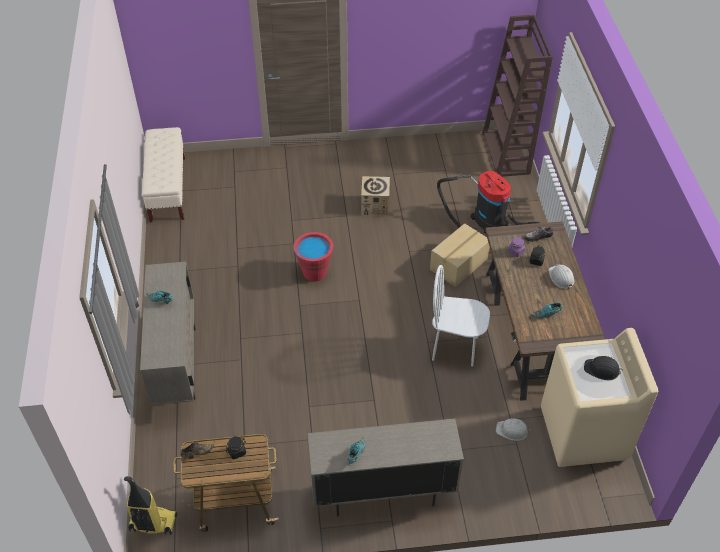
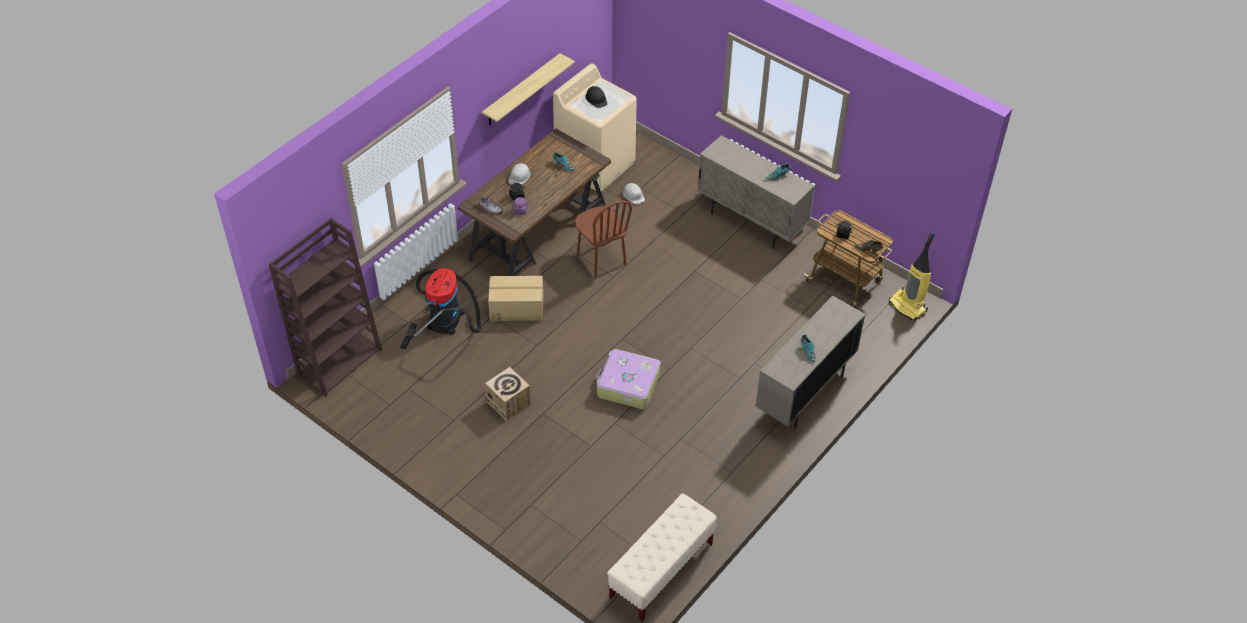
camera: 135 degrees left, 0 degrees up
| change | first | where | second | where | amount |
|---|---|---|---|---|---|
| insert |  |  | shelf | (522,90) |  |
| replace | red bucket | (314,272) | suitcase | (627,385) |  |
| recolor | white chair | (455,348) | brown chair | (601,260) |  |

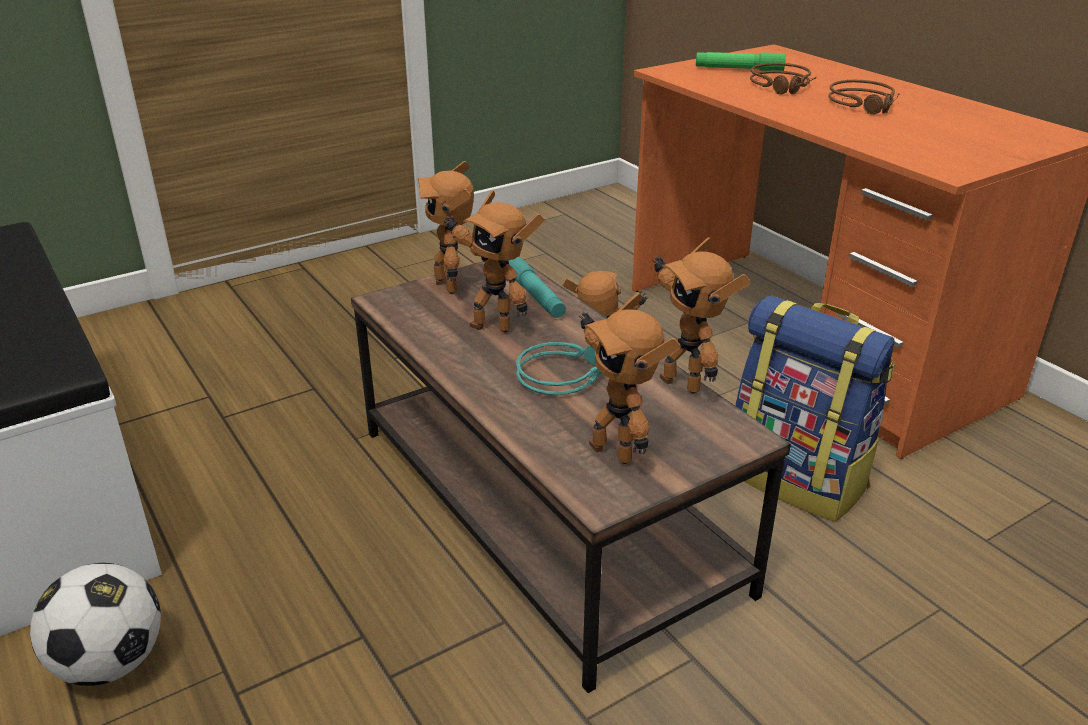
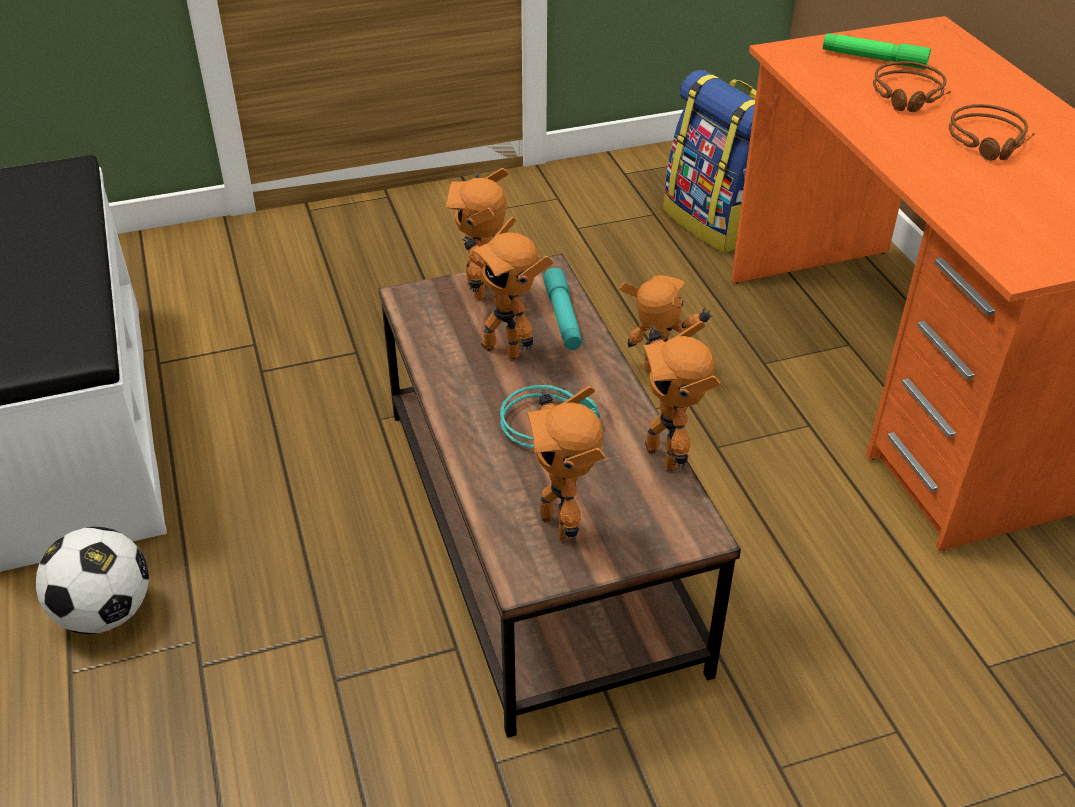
camera: 15 degrees right, 10 degrees up
| change | first | where | second | where | amount |
|---|---|---|---|---|---|
| move | backpack | (798,479) |  | (715,223) |  |

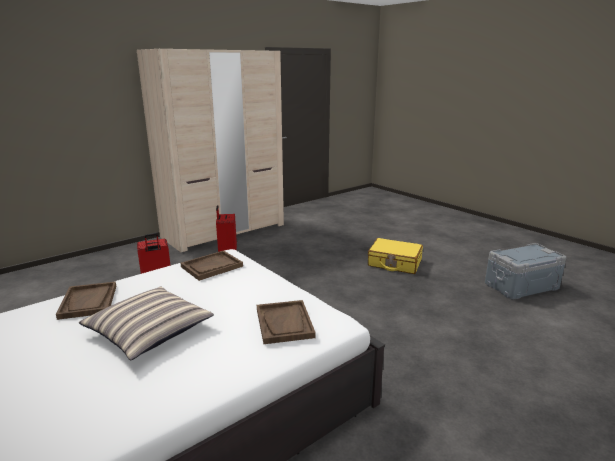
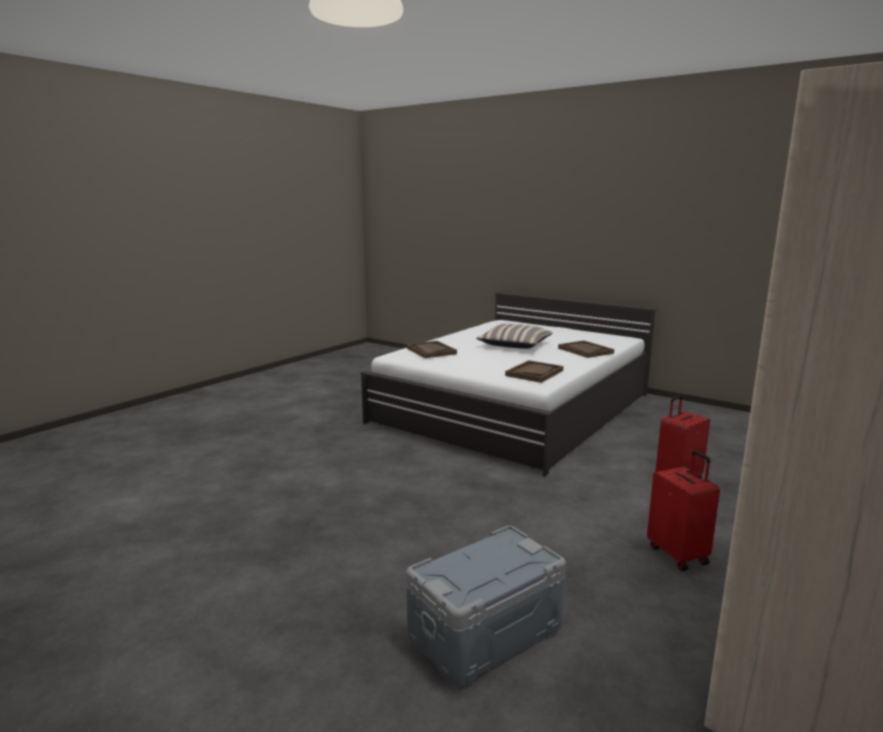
camera: 165 degrees right, 5 degrees down
| change | first | where | second | where | amount |
|---|---|---|---|---|---|
| delete | yellow suitcase | (394,263) |  |  |  |
| move | grey storage box | (520,286) |  | (486,634) |  |

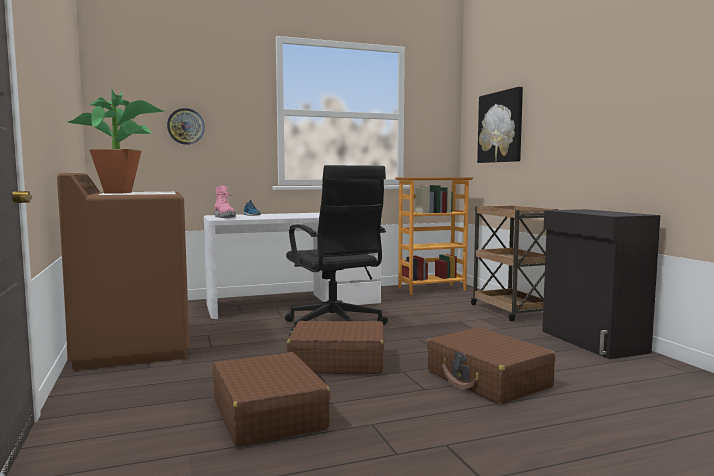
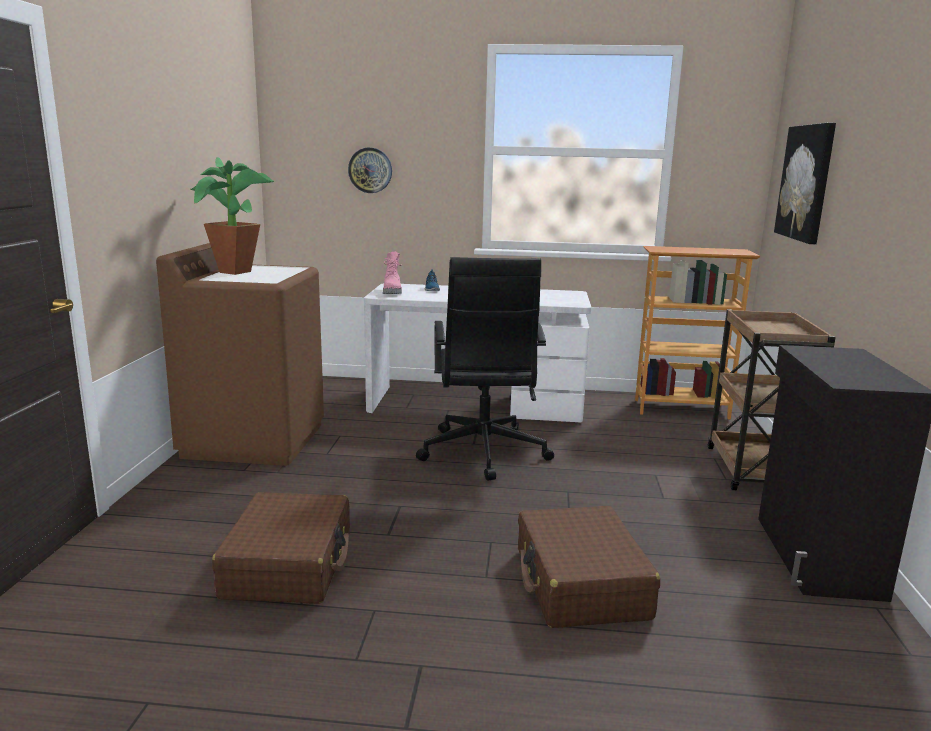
camera: 25 degrees right, 10 degrees up
| change | first | where | second | where | amount |
|---|---|---|---|---|---|
| delete | brown suitcase | (337,362) |  |  |  |

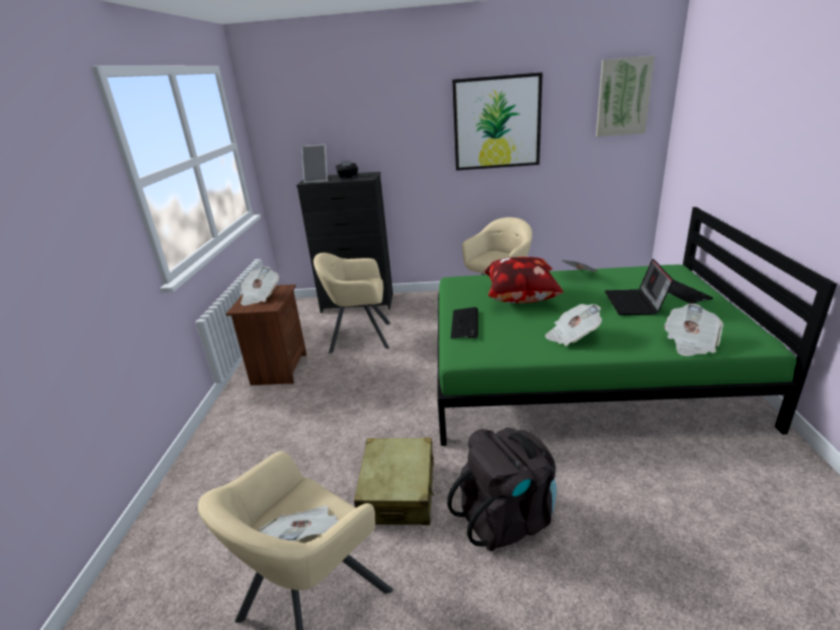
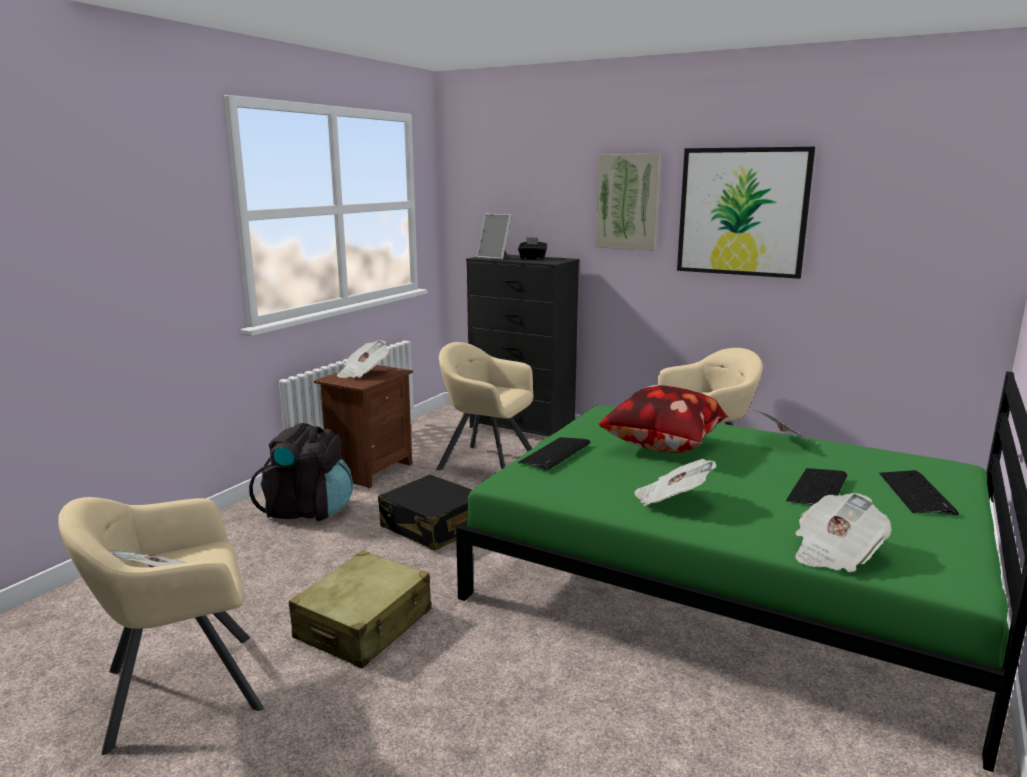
camera: 25 degrees right, 10 degrees down
| change | first | where | second | where | amount |
|---|---|---|---|---|---|
| insert |  |  | black suitcase | (433,527) |  |
| move | black backpack | (507,518) |  | (308,510) |  |
| move | picture | (623,97) |  | (628,202) |  |
| replace | laptop | (635,303) | keyboard | (818,489) |  |

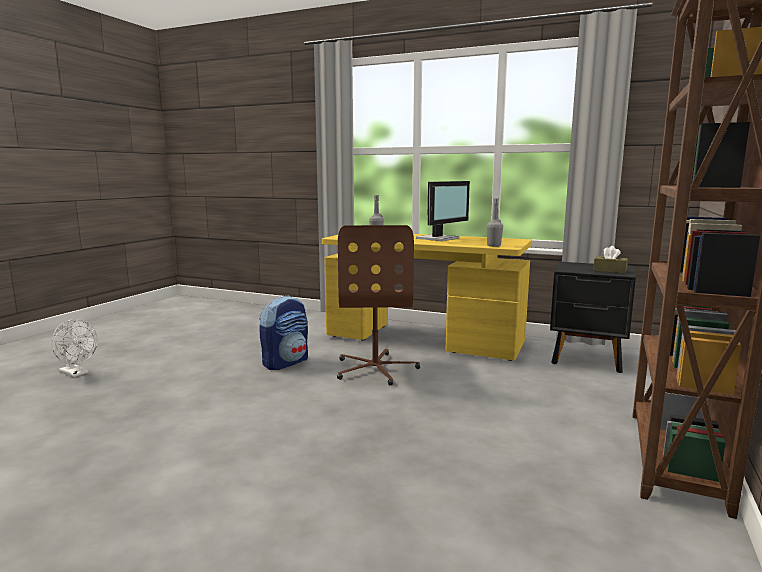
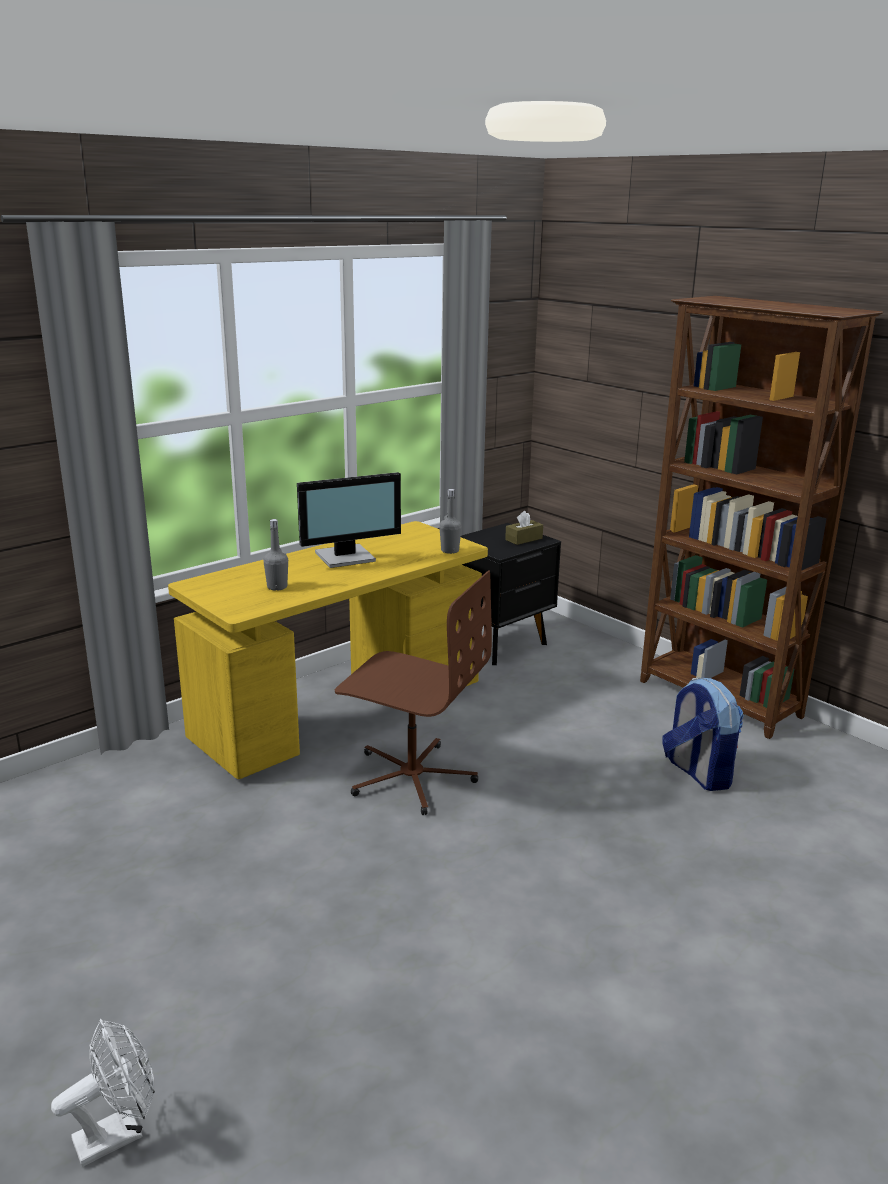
camera: 65 degrees left, 10 degrees up
| change | first | where | second | where | amount |
|---|---|---|---|---|---|
| move | backpack | (286,362) |  | (697,772) |  |
| rotate | monitor | (439,238) |  | (347,557) | 90 degrees clockwise |

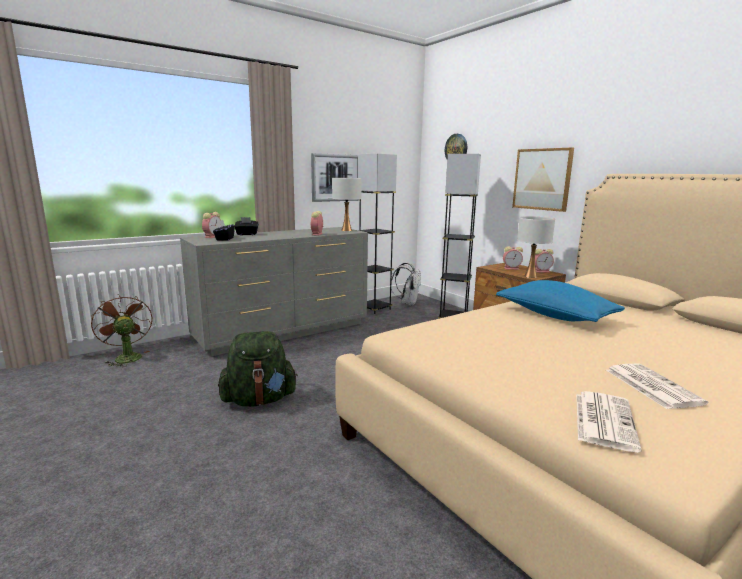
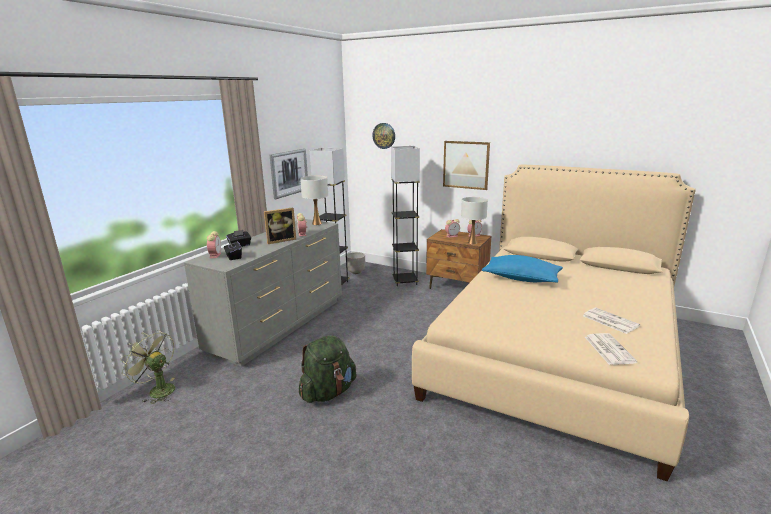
camera: 25 degrees left, 5 degrees up
| change | first | where | second | where | amount |
|---|---|---|---|---|---|
| insert |  |  | picture frame | (280,240) |  |
| replace | white backpack | (407,303) | planter | (355,272) |  |
| recolor | brown fan | (126,357) | green fan | (157,390) |  |

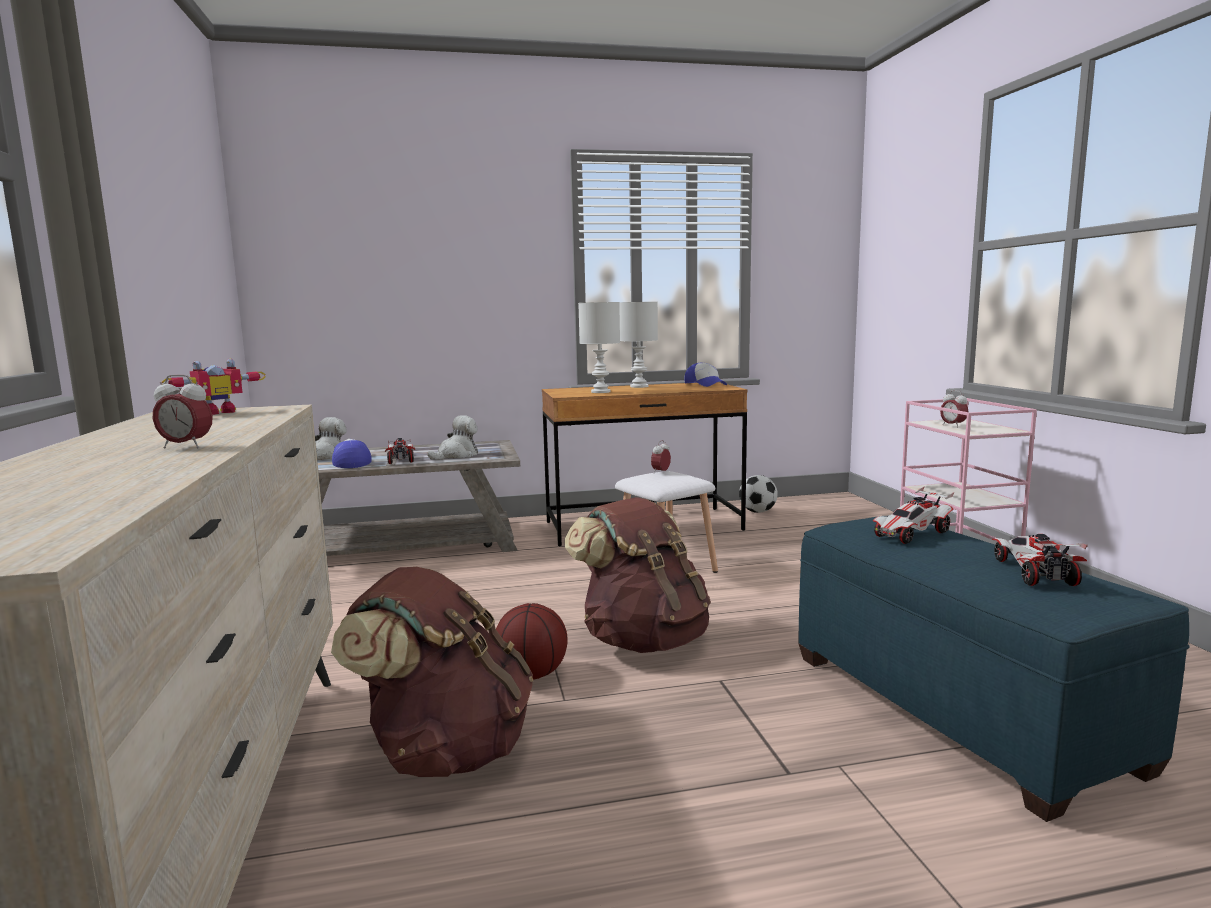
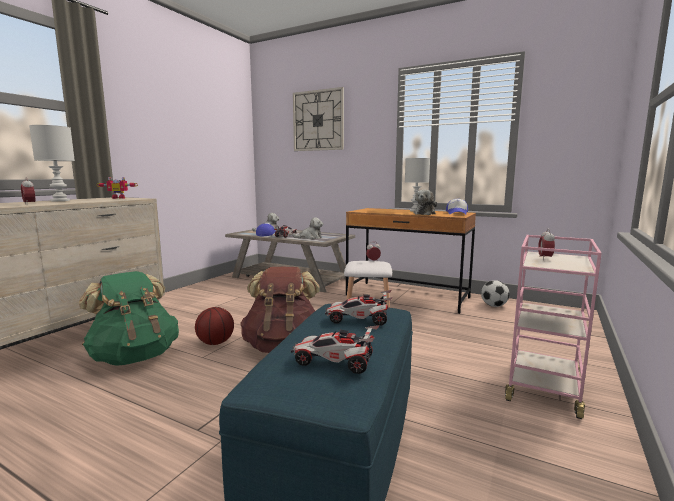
camera: 40 degrees right, 0 degrees up
| change | first | where | second | where | amount |
|---|---|---|---|---|---|
| insert |  |  | wall clock | (318,120) |  |
| insert |  |  | plush toy | (425,213) |  |
| move | white table lamp | (601,392) |  | (59,200) |  |
| recolor | brown backpack | (445,751) | green backpack | (135,357) |  |
| rotate | toy car | (1032,573) |  | (334,362) | 120 degrees counterclockwise |

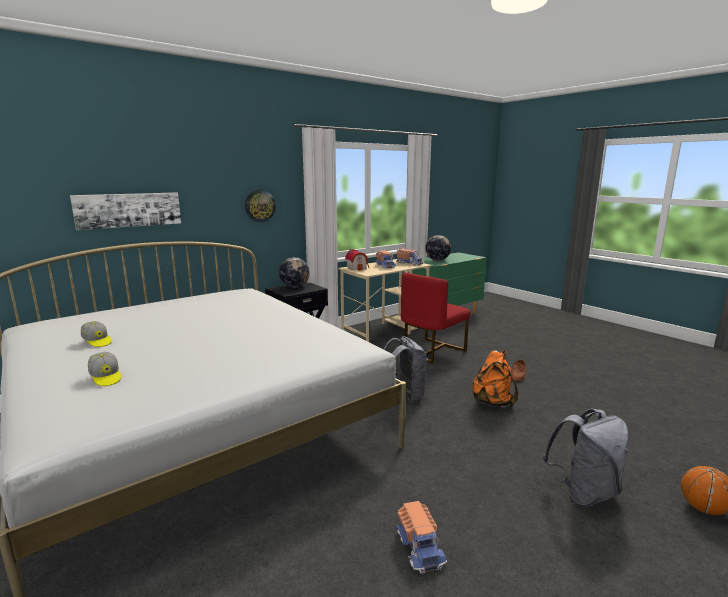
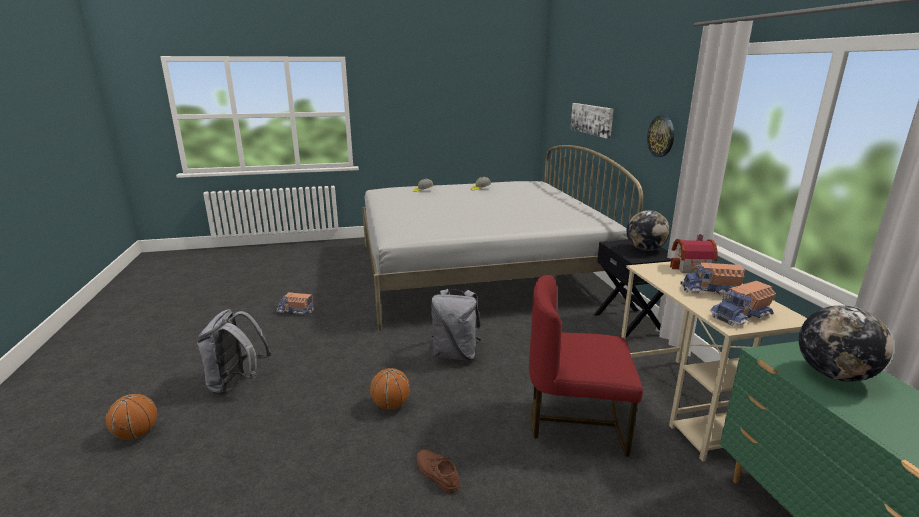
camera: 115 degrees right, 5 degrees up
| change | first | where | second | where | amount |
|---|---|---|---|---|---|
| replace | orange backpack | (492,403) | basketball | (391,405) |  |
| rotate | red chair | (431,351) |  | (576,421) | 60 degrees counterclockwise |

